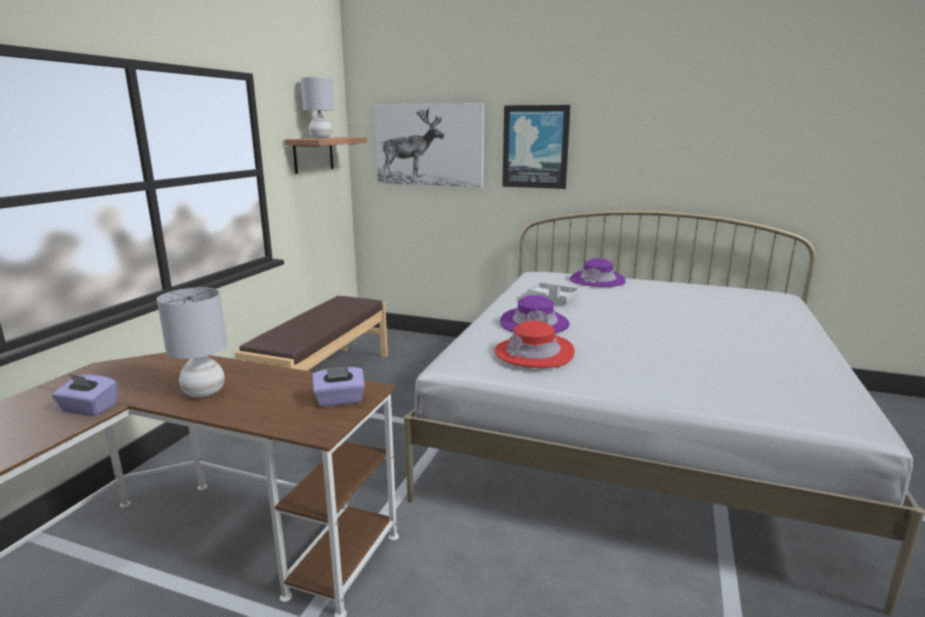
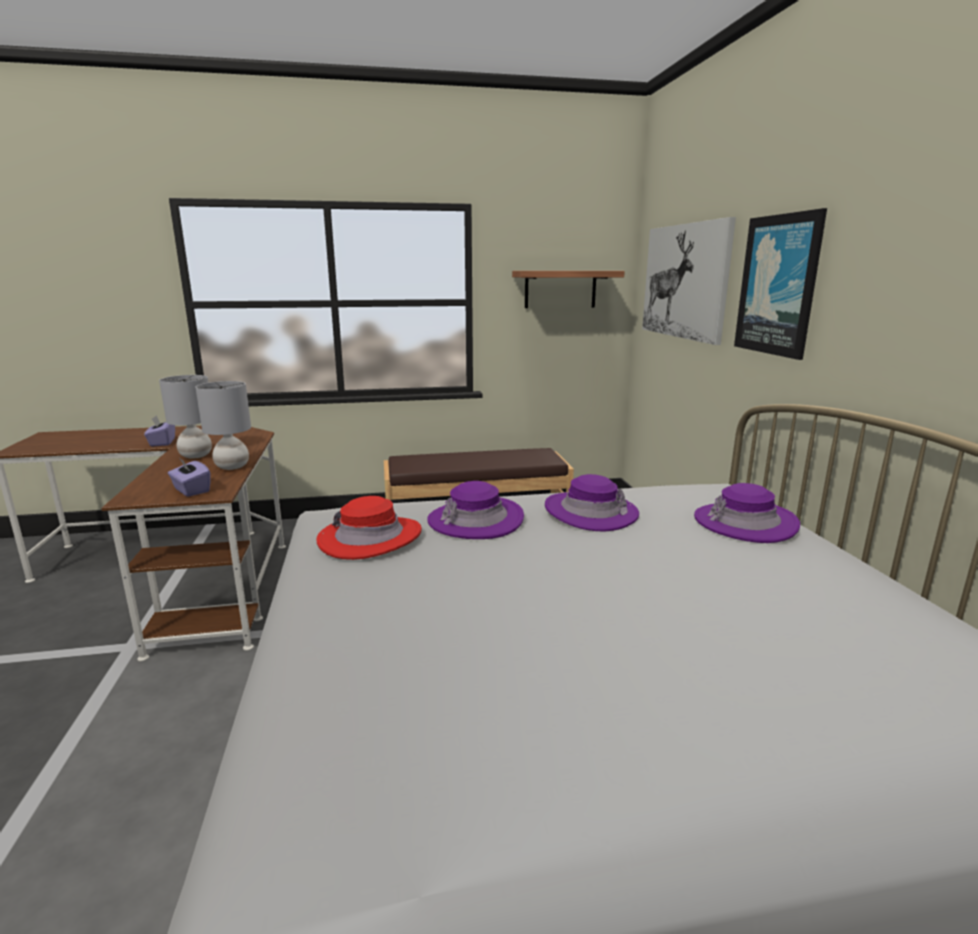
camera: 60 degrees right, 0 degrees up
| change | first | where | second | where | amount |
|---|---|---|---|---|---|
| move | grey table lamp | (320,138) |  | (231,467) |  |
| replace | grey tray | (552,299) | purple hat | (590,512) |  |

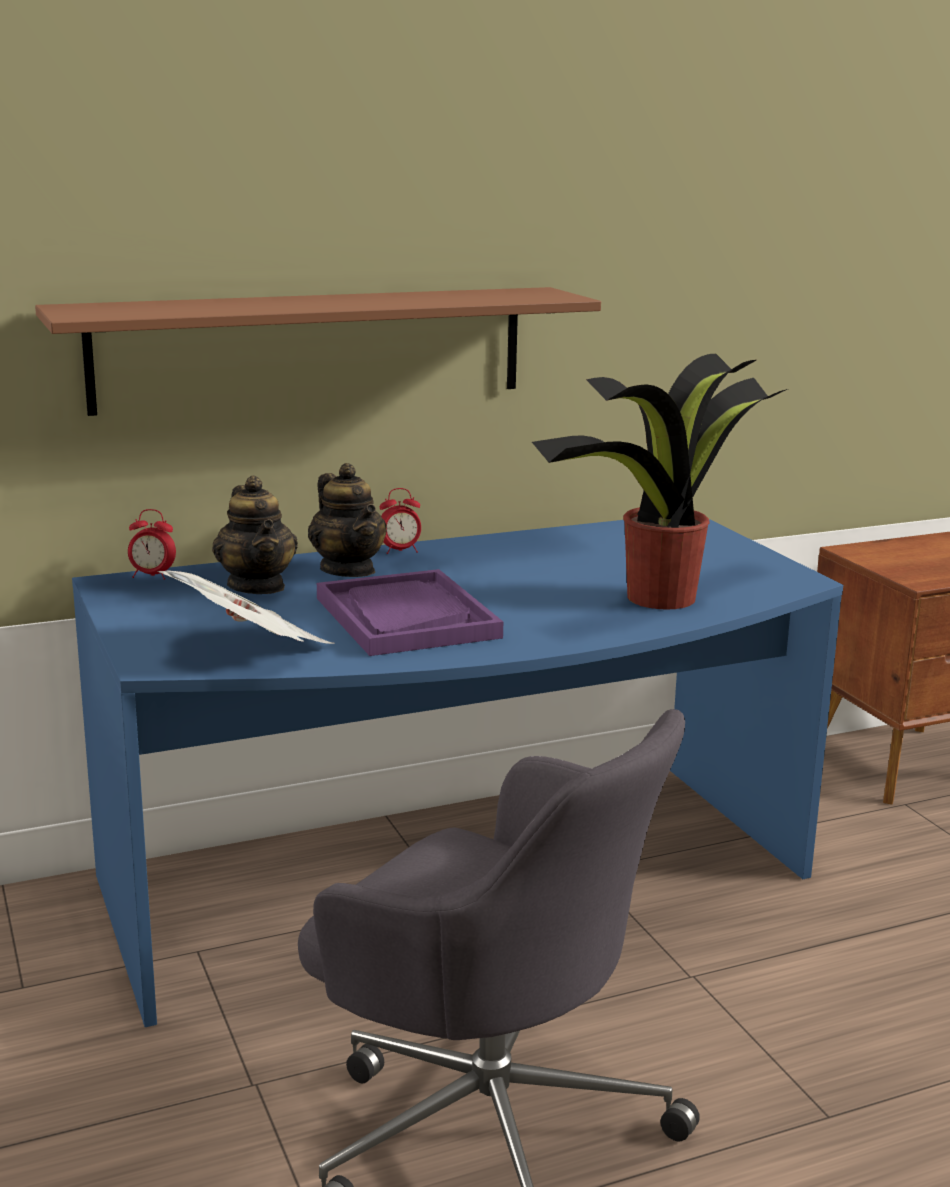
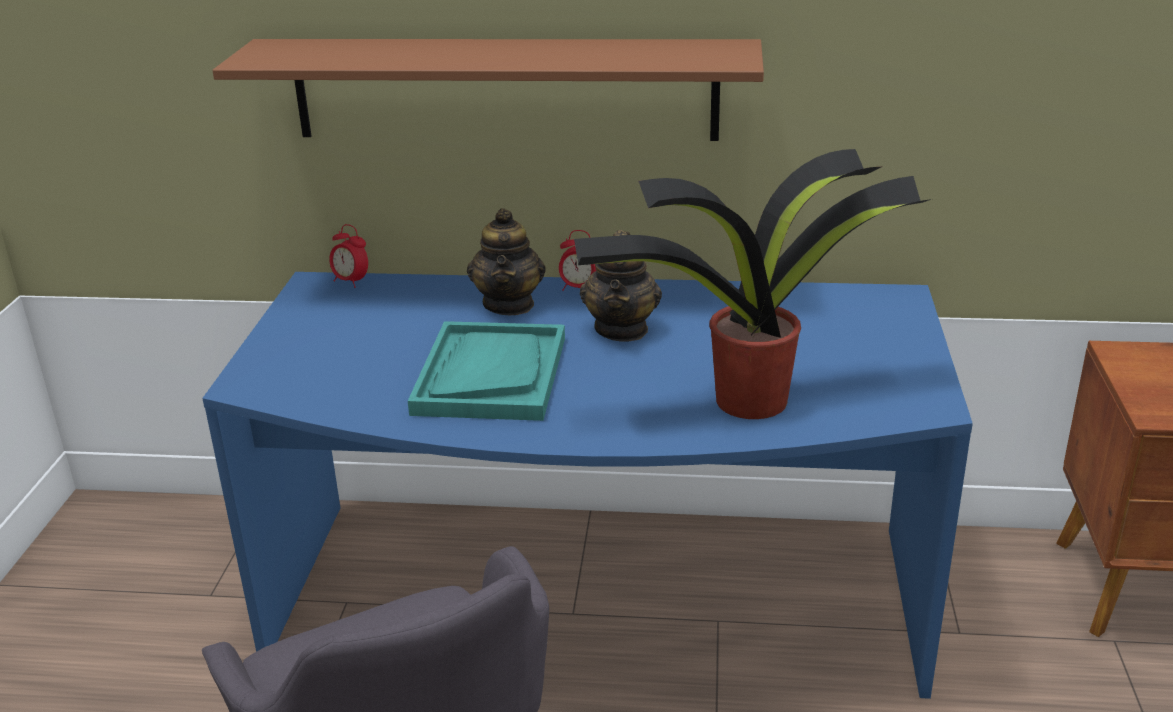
camera: 30 degrees right, 10 degrees up
| change | first | where | second | where | amount |
|---|---|---|---|---|---|
| delete | newspaper | (249,650) |  |  |  |
| move | teapot | (257,586) |  | (622,329) |  |
| recolor | purple tray | (405,617) | turquoise tray | (490,374) |  |

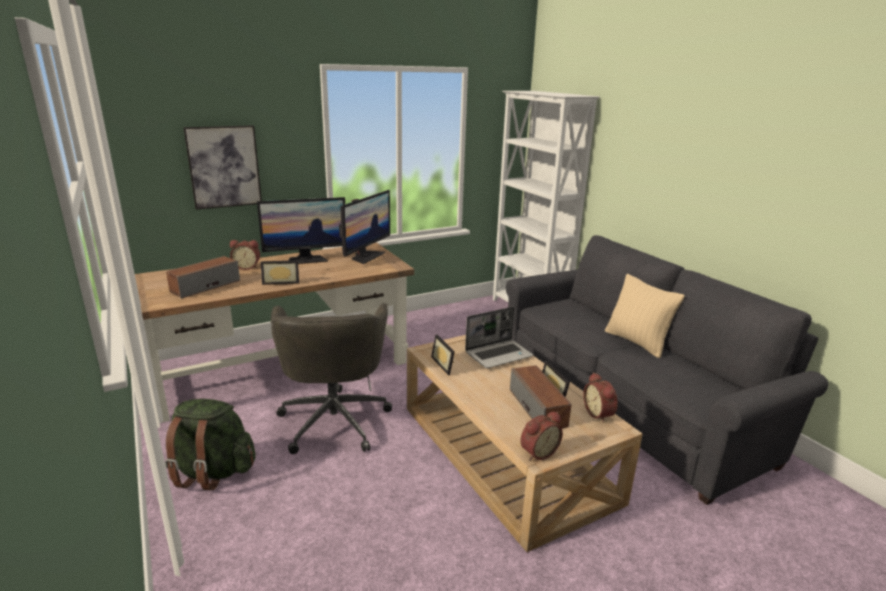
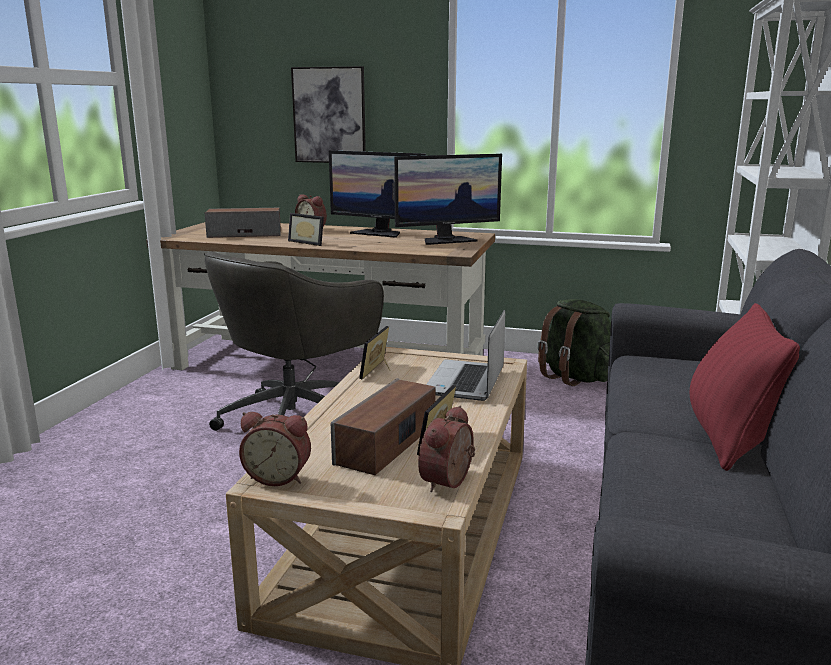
camera: 45 degrees right, 5 degrees down
| change | first | where | second | where | amount |
|---|---|---|---|---|---|
| move | green backpack | (212,472) |  | (575,378) |  |
| recolor | beige pillow | (637,342) | red pillow | (730,440) |  |
| rotate | laptop | (499,354) |  | (466,382) | 90 degrees clockwise |

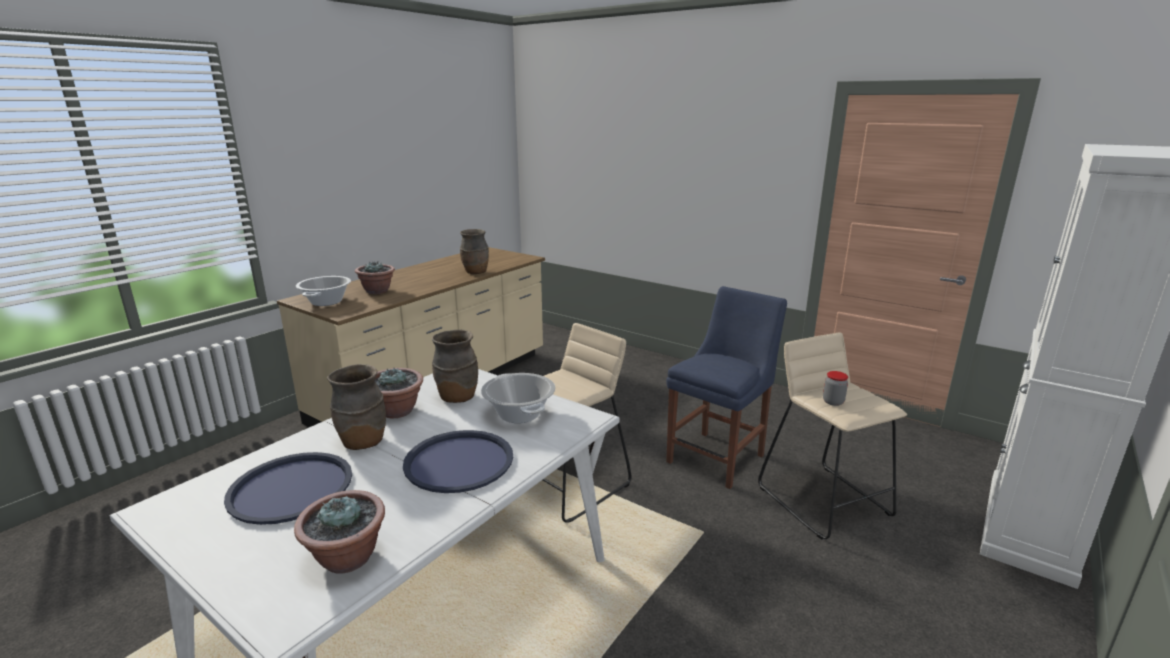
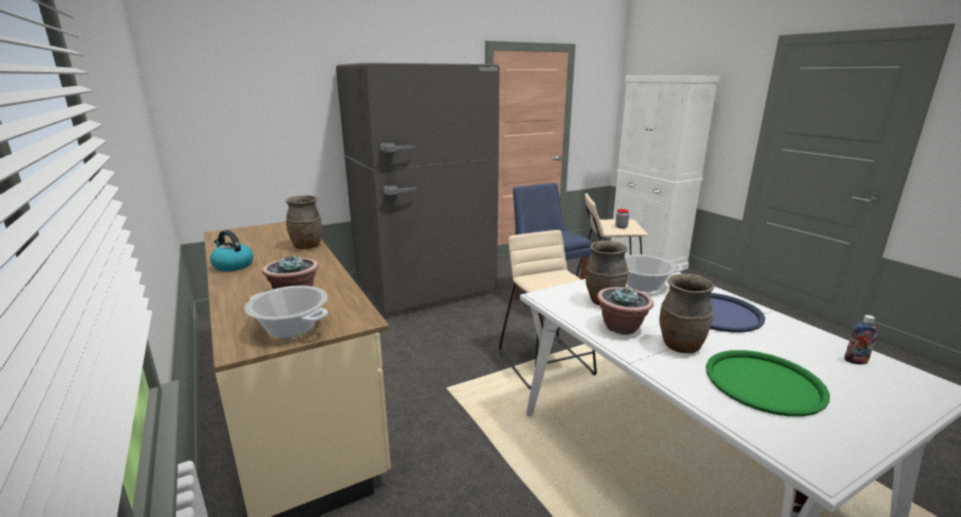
camera: 65 degrees left, 0 degrees up
| change | first | where | second | where | amount |
|---|---|---|---|---|---|
| insert |  |  | kettle | (232,265) |  |
| insert |  |  | grey fridge | (426,289) |  |
| replace | potted plant | (347,558) | bottle | (855,361) |  |
| recolor | blue tray | (291,488) | green tray | (763,383) |  |

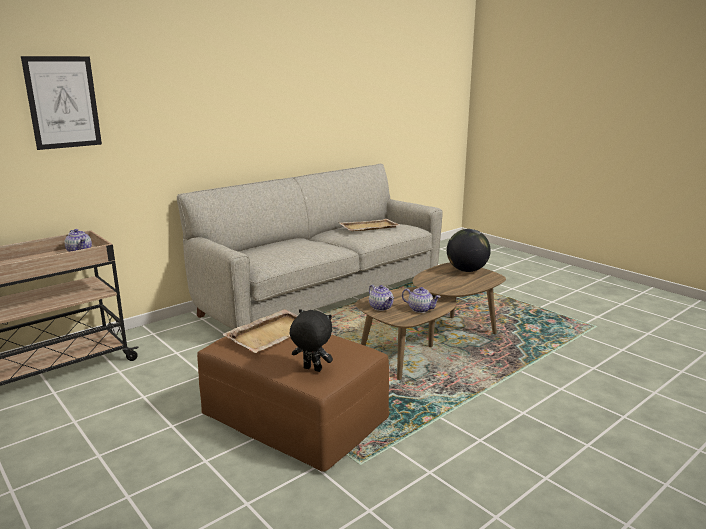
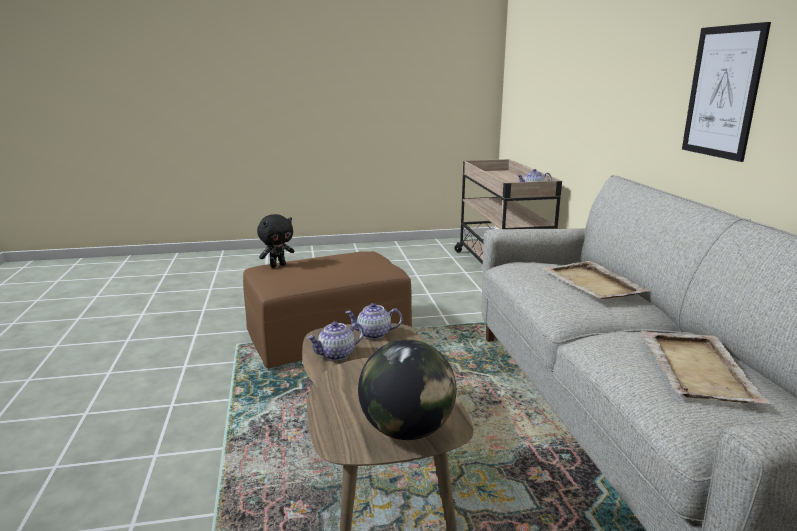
camera: 120 degrees right, 0 degrees up
| change | first | where | second | where | amount |
|---|---|---|---|---|---|
| move | picture | (63,102) |  | (723,92) |  |
| move | beige tray | (271,333) |  | (593,283) |  |

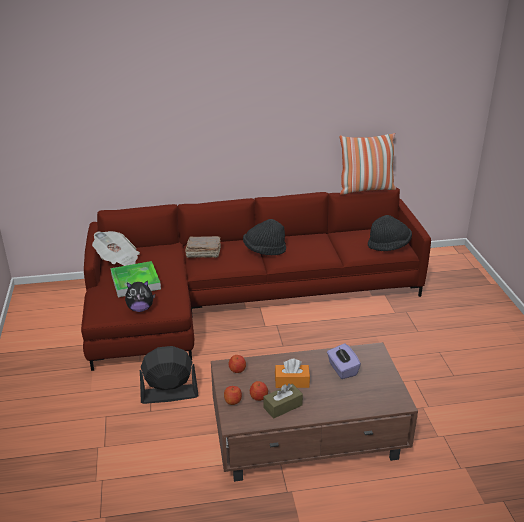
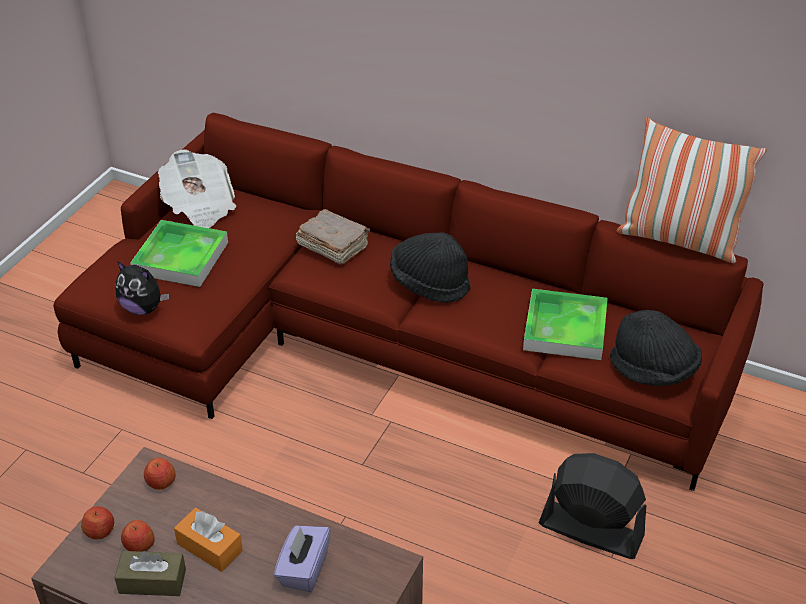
camera: 35 degrees right, 10 degrees up
| change | first | where | second | where | amount |
|---|---|---|---|---|---|
| insert |  |  | tray | (565,329) |  |
| move | black fan | (169,394) |  | (590,530) |  |

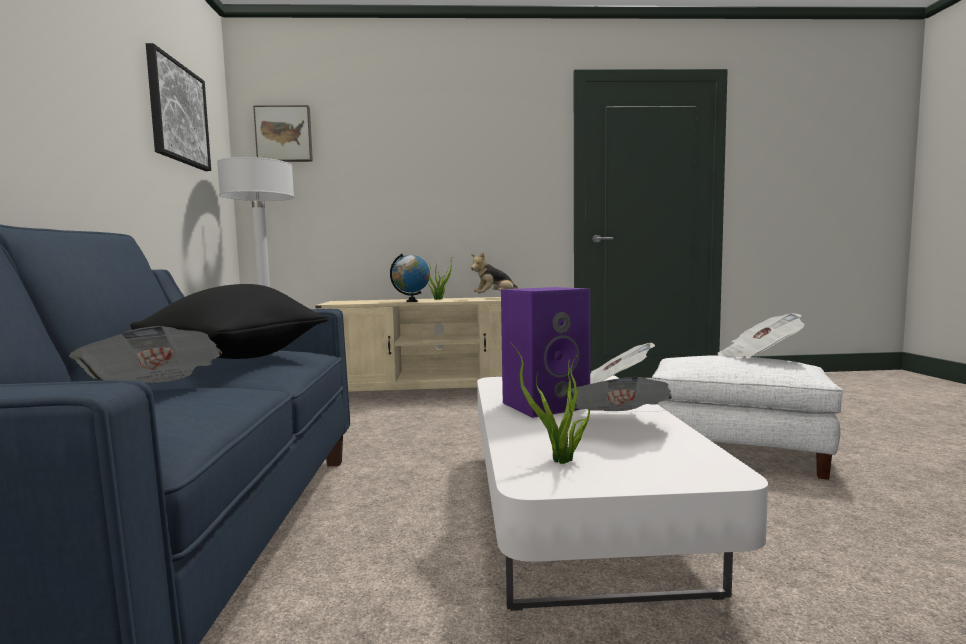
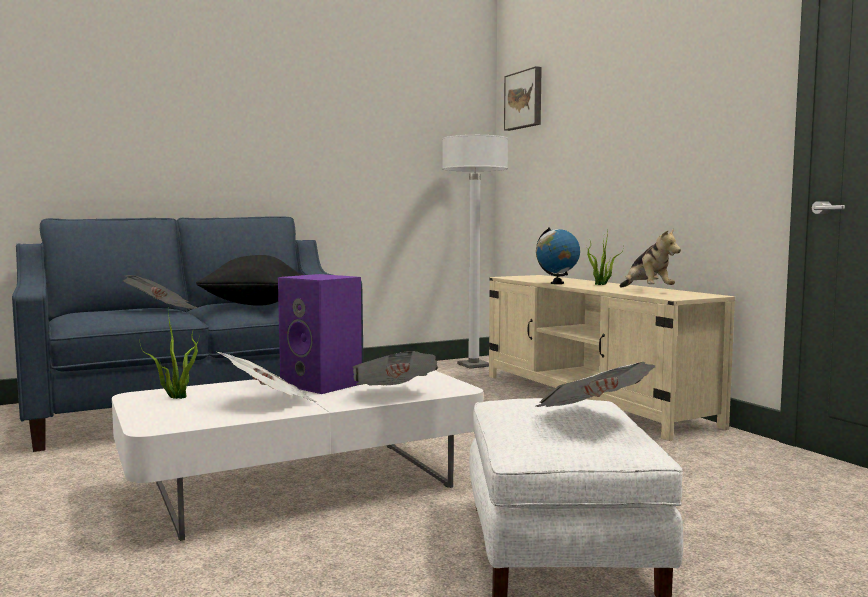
camera: 65 degrees right, 0 degrees up
| change | first | where | second | where | amount |
|---|---|---|---|---|---|
| delete | picture | (178,113) |  |  |  |
| rotate | plush toy | (495,298) |  | (647,291) | 150 degrees counterclockwise |

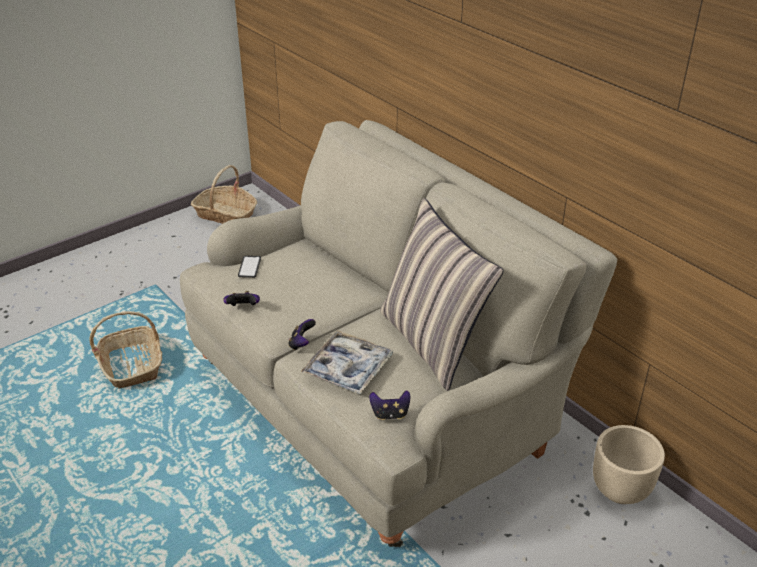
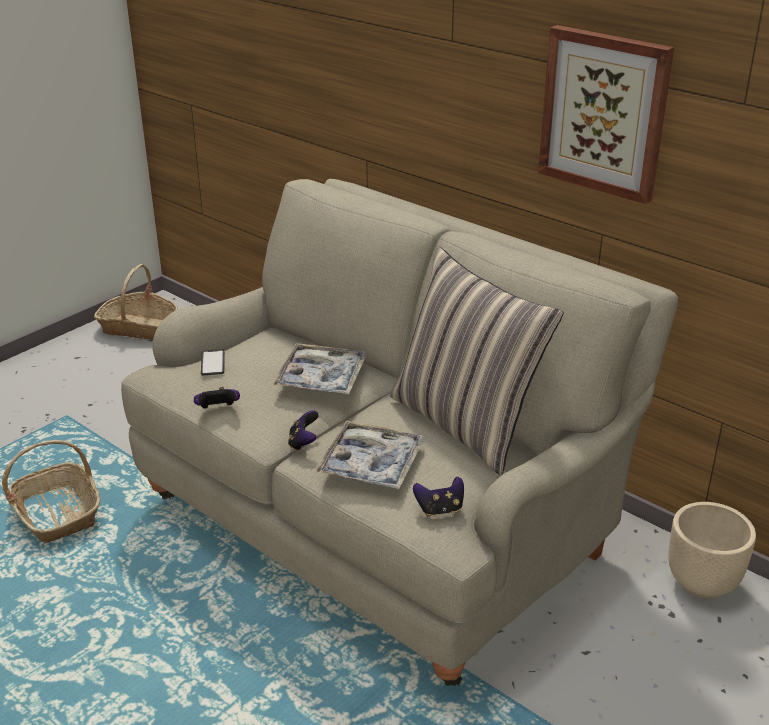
camera: 10 degrees left, 5 degrees down
| change | first | where | second | where | amount |
|---|---|---|---|---|---|
| insert |  |  | tray | (321,378) |  |
| insert |  |  | picture | (604,113) |  |

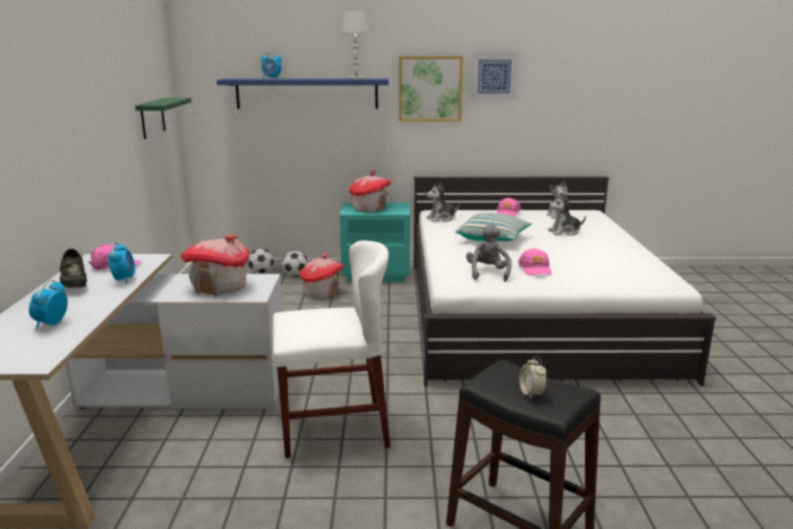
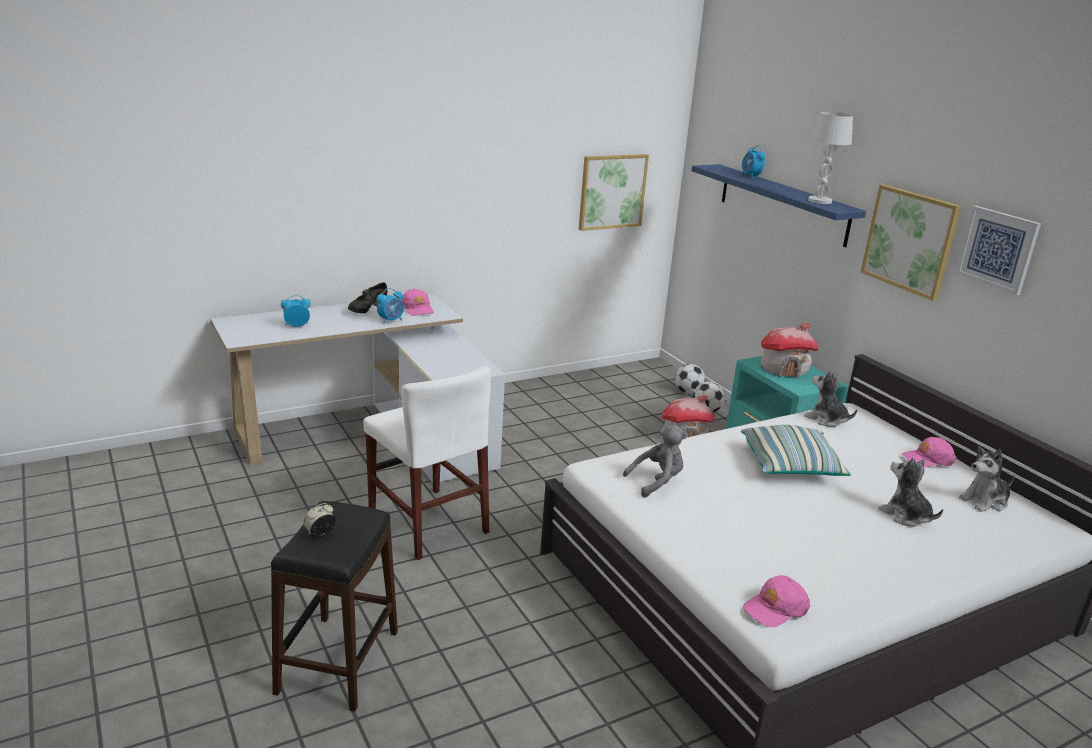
camera: 60 degrees right, 5 degrees up
| change | first | where | second | where | amount |
|---|---|---|---|---|---|
| delete | toy house | (220,287) |  |  |  |
| move | pink cap | (535,269) |  | (775,608) |  |
| replace | green shelf | (152,118) | picture | (612,191) |  |

